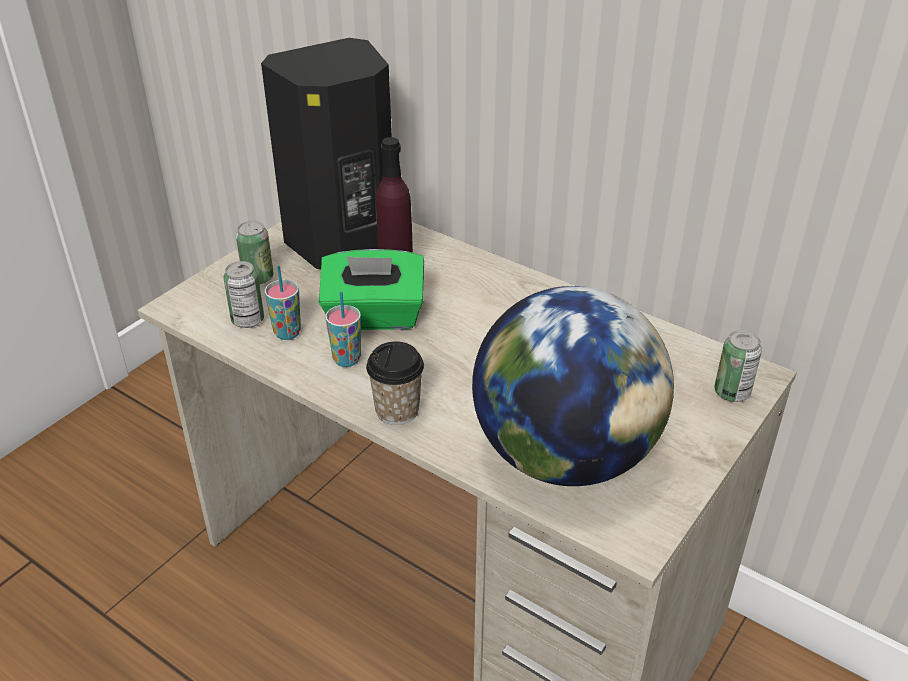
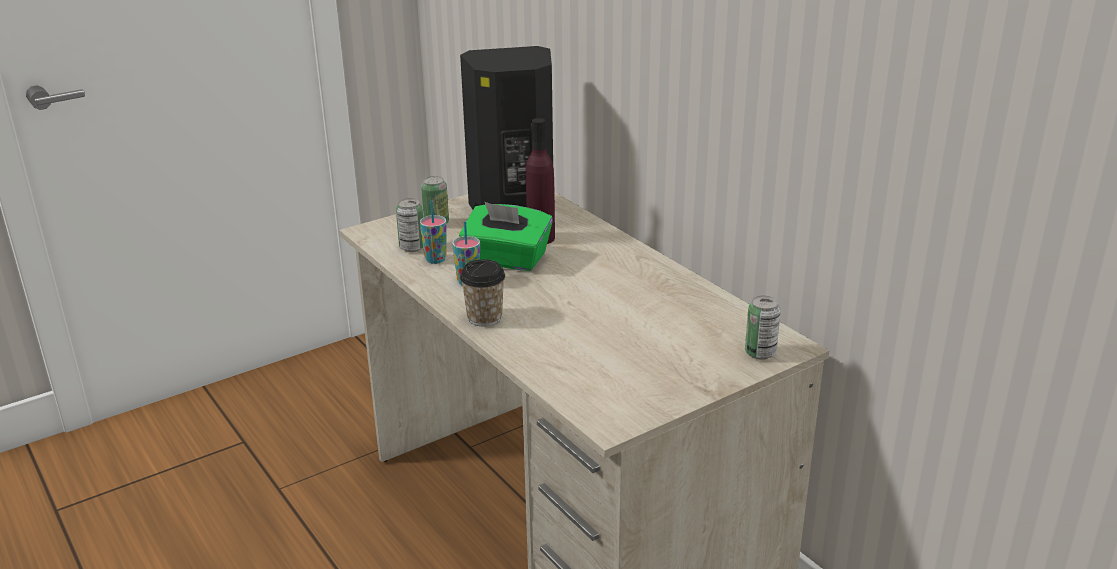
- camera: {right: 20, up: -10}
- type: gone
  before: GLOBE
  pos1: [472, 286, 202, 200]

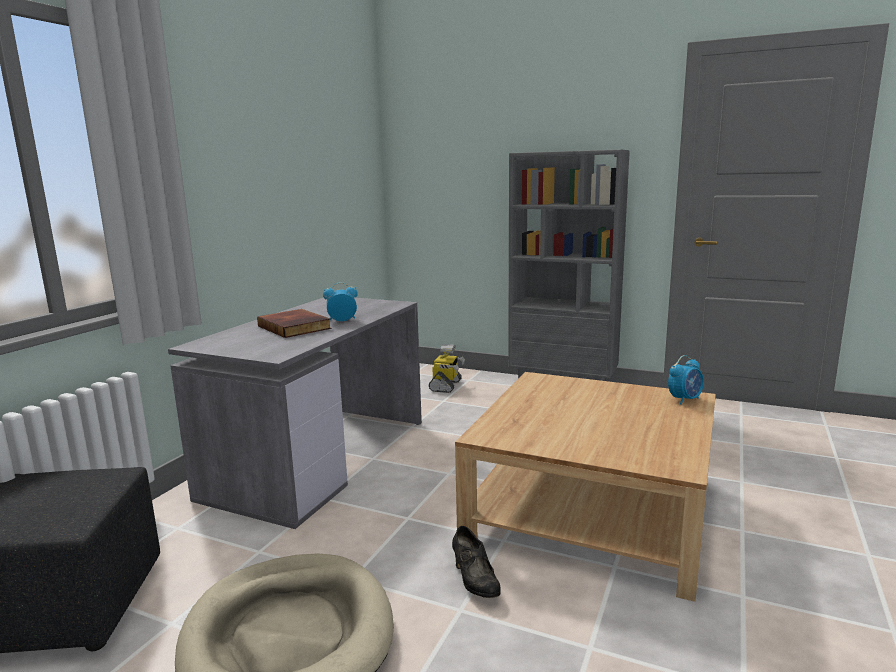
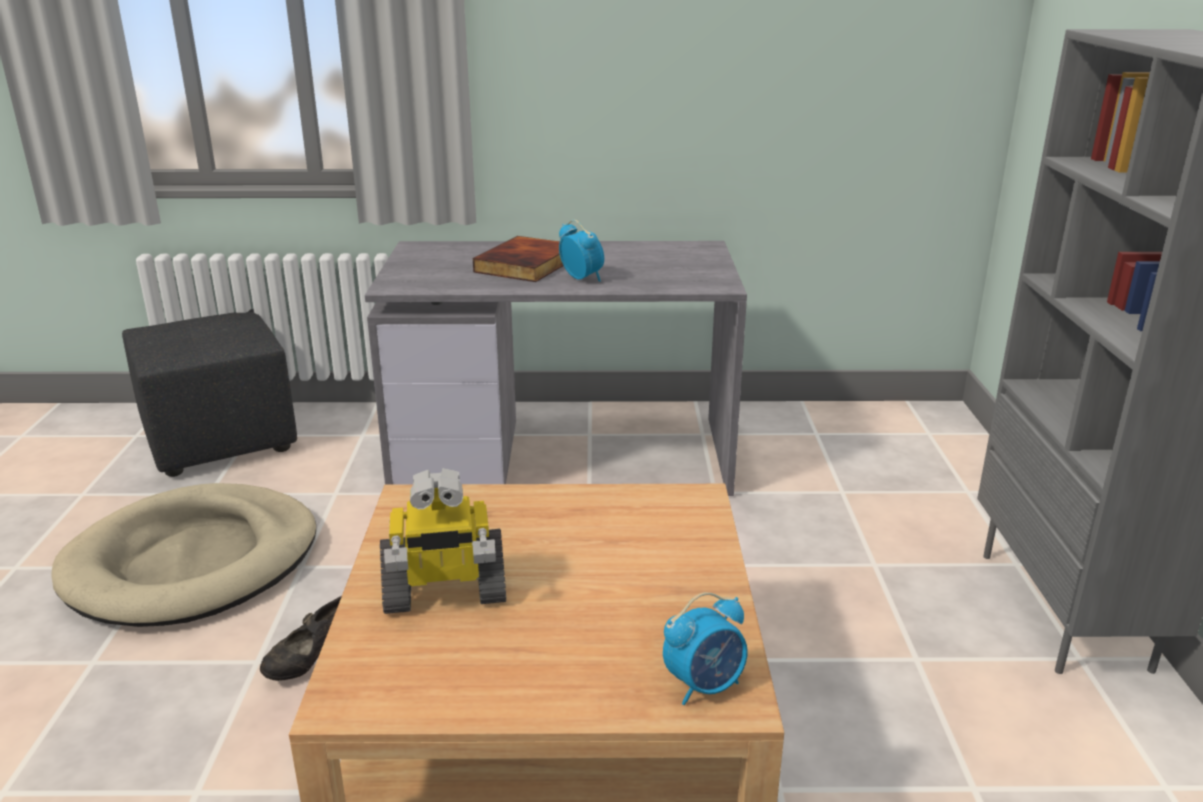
- camera: {right: 65, up: 10}
- type: shifted
  before: TOY ROBOT
  pos1: [429, 344, 36, 49]
  pos2: [380, 468, 126, 146]
- type: rotated
  before: ALARM CLOCK
  pos1: [668, 355, 36, 49]
  pos2: [663, 592, 85, 113]
  turn: -60

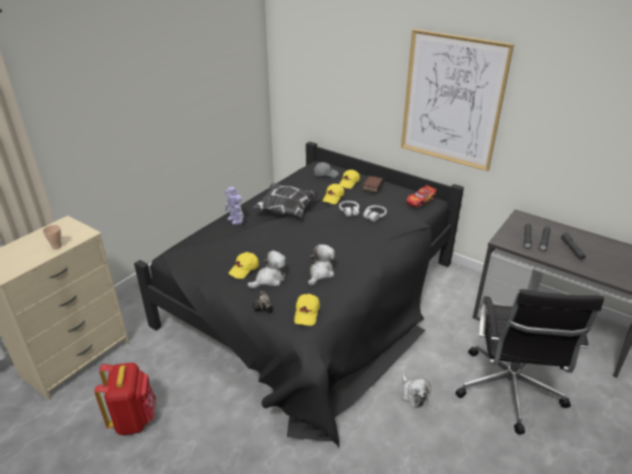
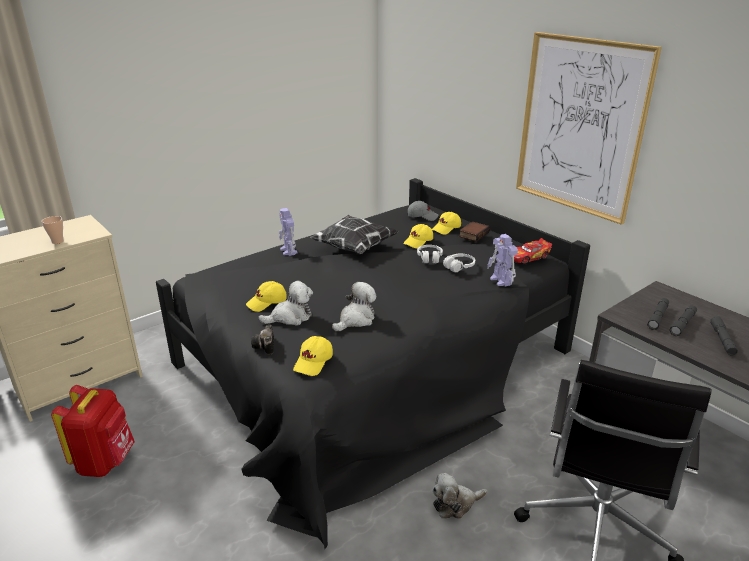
- camera: {right: 15, up: -5}
- type: rotated
  before: PLUSH TOY
  pos1: [402, 373, 29, 35]
  pos2: [432, 473, 55, 46]
  turn: 75
- type: new
  after: TOY ROBOT
  pos2: [487, 234, 31, 53]

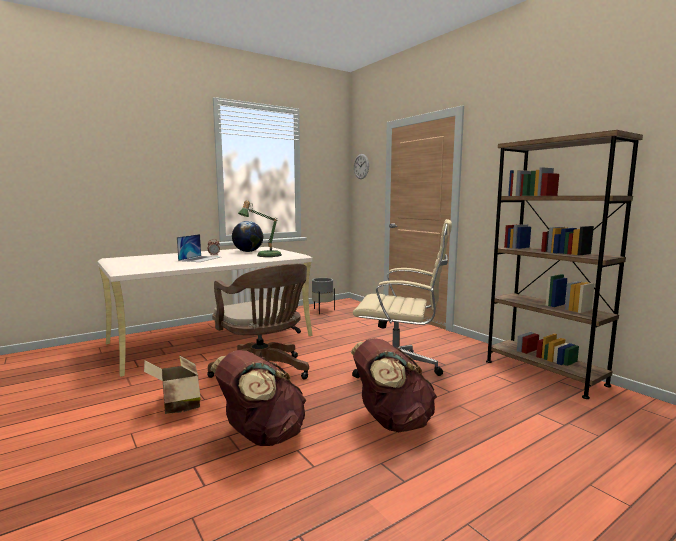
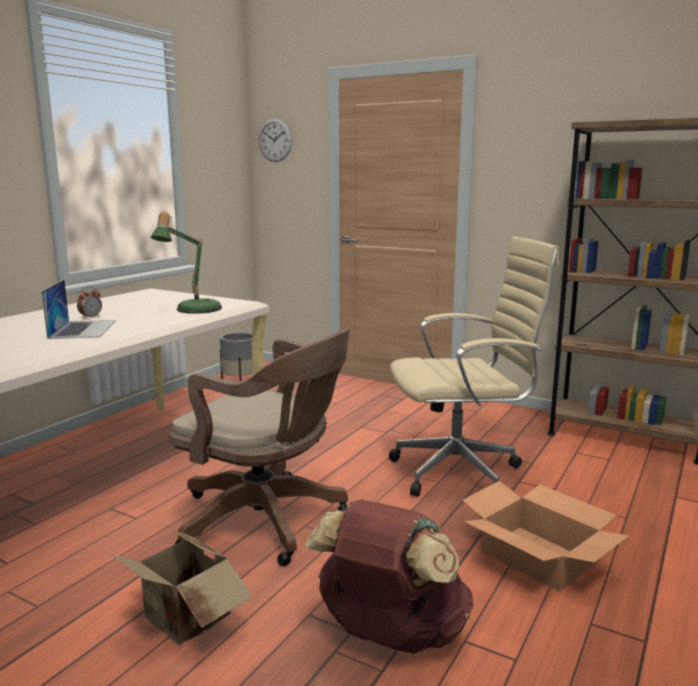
- camera: {right: -25, up: 5}
- type: swapped
  before: BROWN BACKPACK
  after: CARDBOARD BOX
  pos1: [351, 338, 86, 94]
  pos2: [462, 481, 167, 110]
- type: gone
  before: GLOBE
  pos1: [232, 221, 31, 31]

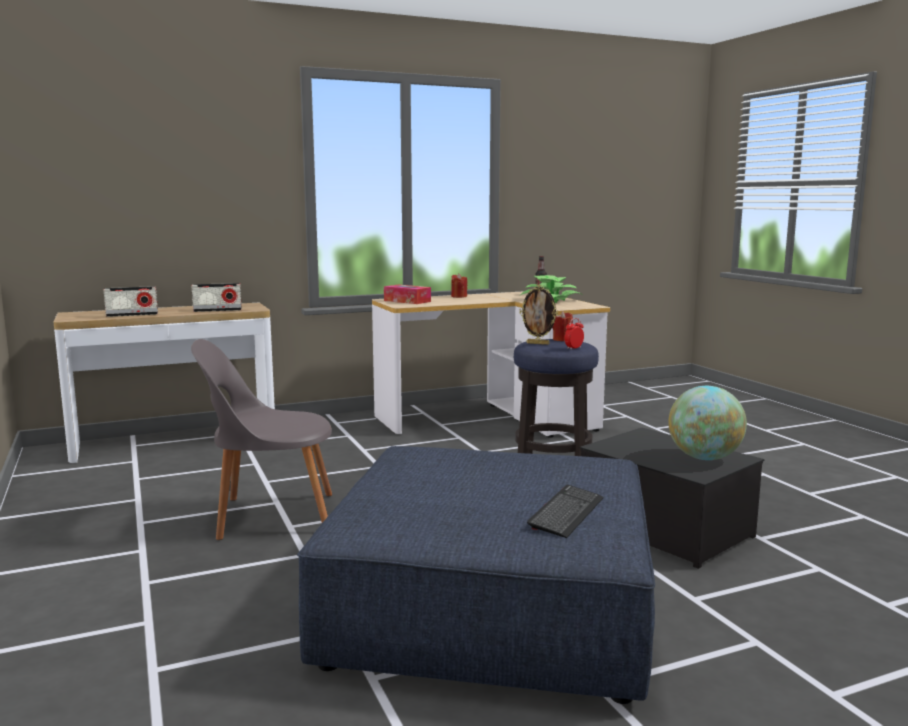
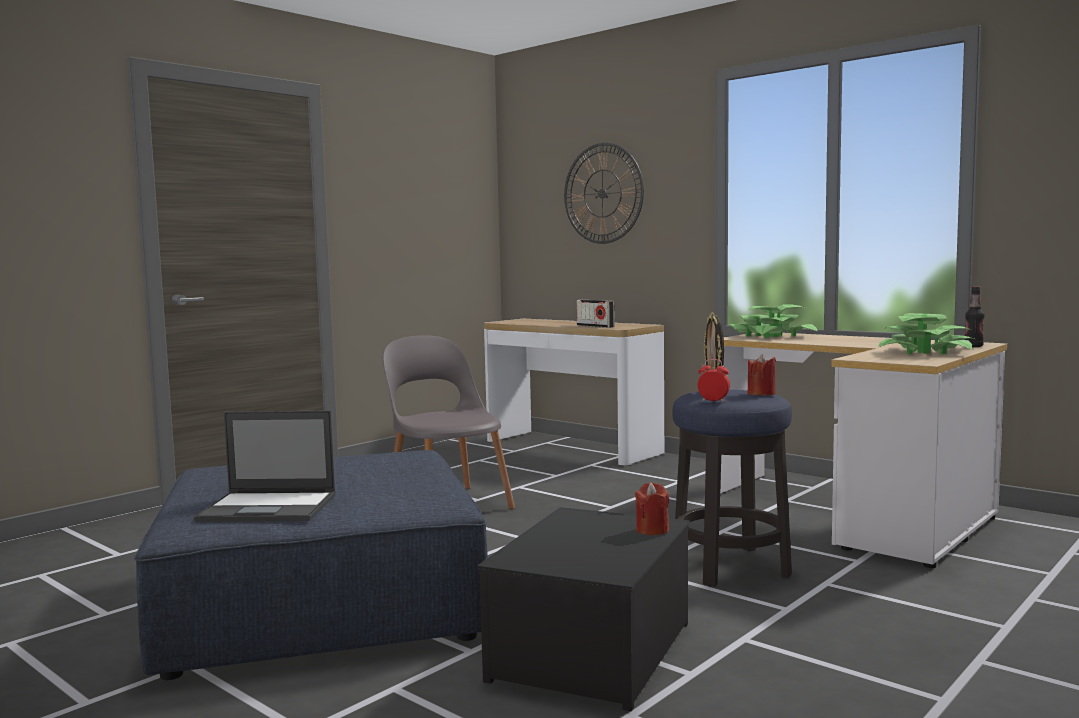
- camera: {right: 65, up: -5}
- type: swapped
  before: KEYBOARD
  after: LAPTOP
  pos1: [527, 485, 77, 53]
  pos2: [194, 410, 142, 112]
- type: new
  after: WALL CLOCK
  pos2: [564, 143, 80, 101]
- type: shifted
  before: RED CANDLE
  pos1: [451, 273, 17, 25]
  pos2: [635, 482, 34, 53]
- type: swapped
  before: TISSUE BOX
  after: POTTED PLANT
  pos1: [384, 285, 47, 19]
  pos2: [730, 304, 87, 34]
- type: gone
  before: RADIO
  pos1: [103, 286, 55, 31]
- type: gone
  before: GLOBE
  pos1: [668, 386, 79, 74]

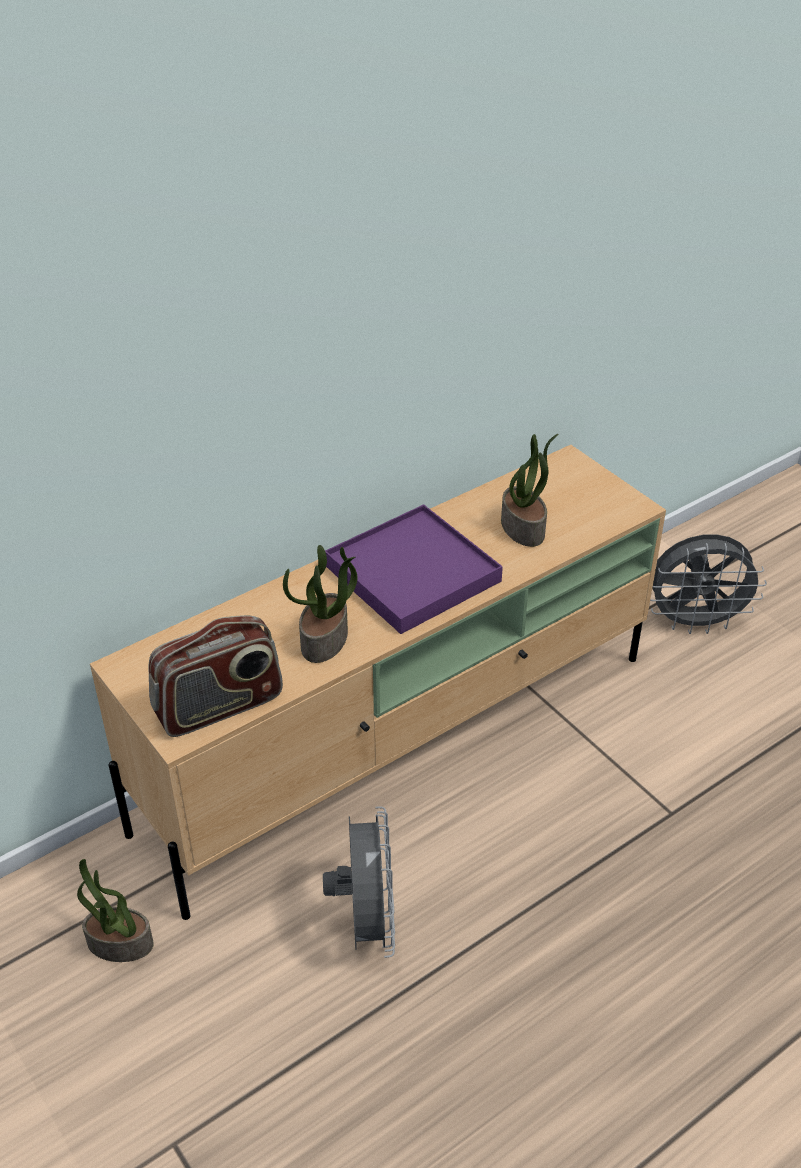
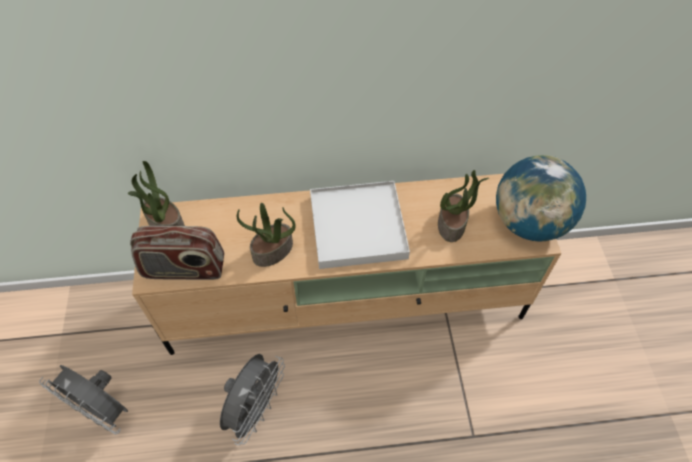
- camera: {right: 30, up: 15}
- type: shifted
  before: GREY FAN
  pos1: [650, 534, 117, 100]
  pos2: [39, 365, 89, 69]
- type: shifted
  before: POTTED PLANT
  pos1: [77, 859, 77, 103]
  pos2: [128, 161, 57, 65]
- type: repainted
  before: PURPLE TRAY
  after: WHITE TRAY
  pos1: [325, 504, 178, 130]
  pos2: [310, 181, 100, 88]
- type: new
  after: GLOBE
  pos2: [496, 155, 90, 87]

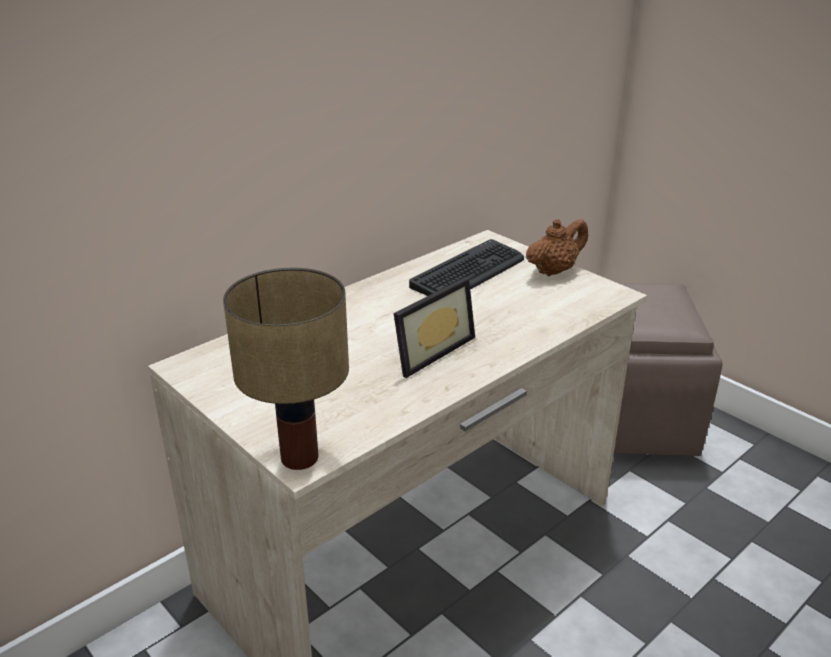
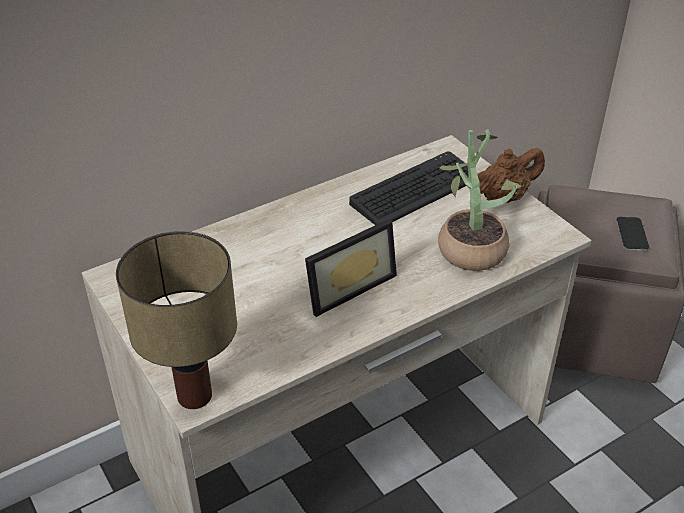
- camera: {right: 10, up: 10}
- type: new
  after: POTTED PLANT
  pos2: [438, 129, 84, 142]
- type: new
  after: PHONE
  pos2: [616, 217, 33, 34]

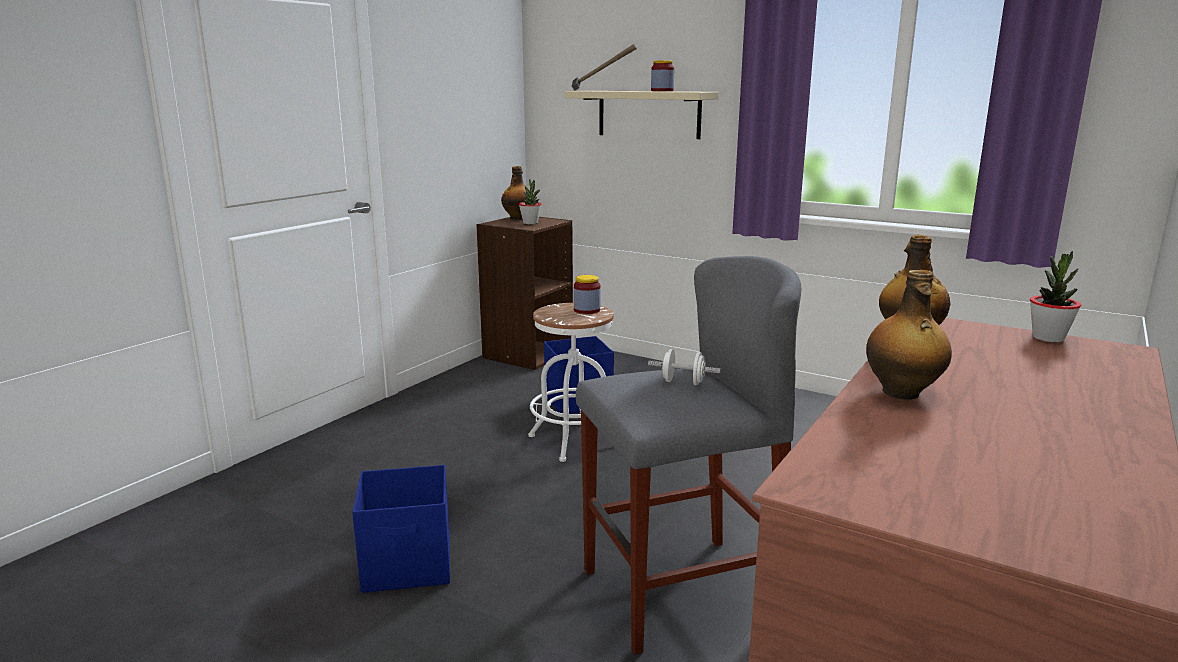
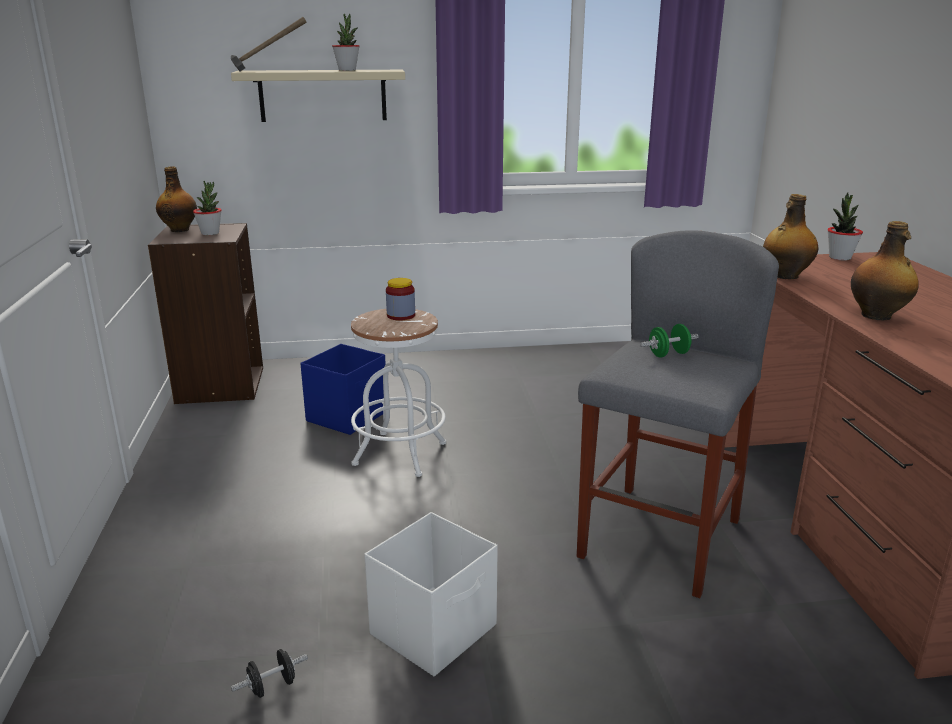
- camera: {right: -40, up: 5}
- type: new
  after: BLACK DUMBBELL
  pos2: [231, 649, 77, 49]
- type: swapped
  before: JAR
  after: POTTED PLANT
  pos1: [651, 60, 23, 31]
  pos2: [332, 14, 27, 57]
- type: repainted
  before: BLUE STORAGE BOX
  after: WHITE STORAGE BOX
  pos1: [352, 465, 98, 128]
  pos2: [365, 512, 133, 164]
- type: repainted
  before: WHITE DUMBBELL
  after: GREEN DUMBBELL
  pos1: [648, 349, 73, 36]
  pos2: [640, 324, 59, 34]

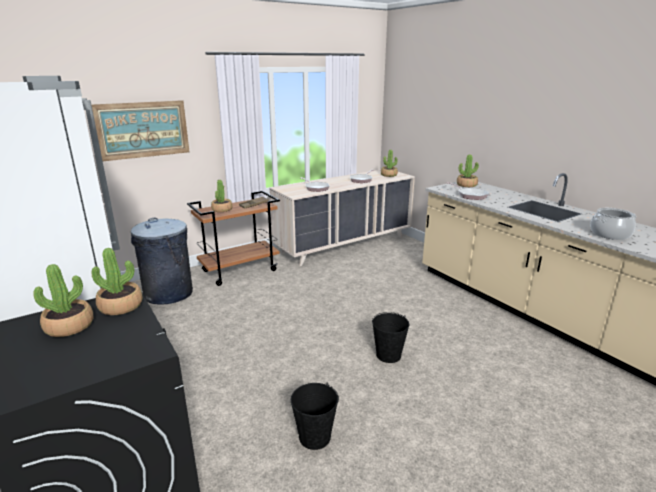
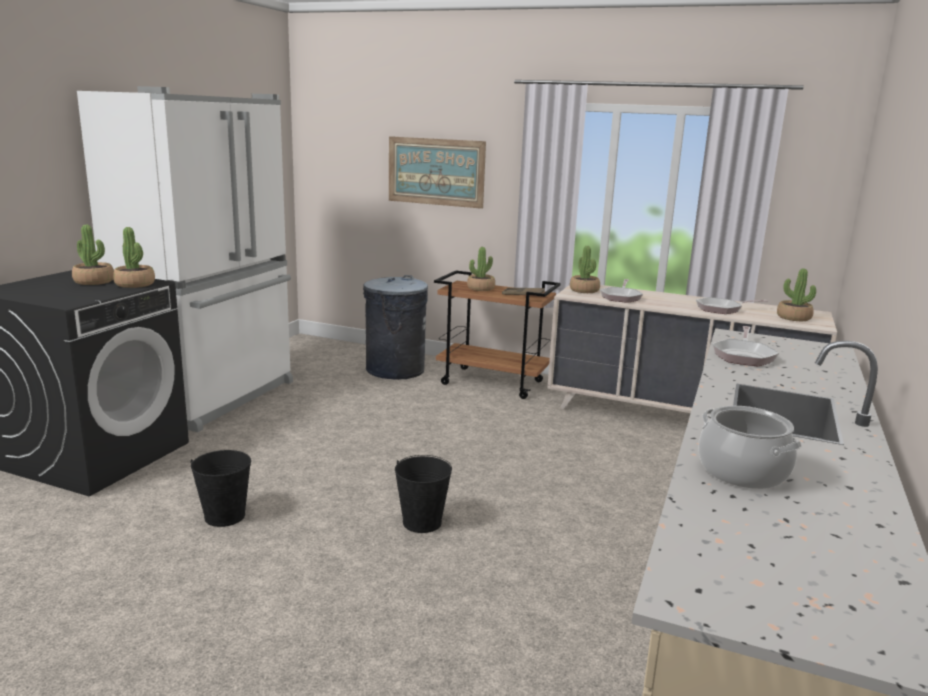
- camera: {right: 55, up: -5}
- type: shifted
  before: POTTED PLANT
  pos1: [457, 154, 22, 33]
  pos2: [570, 246, 30, 47]

